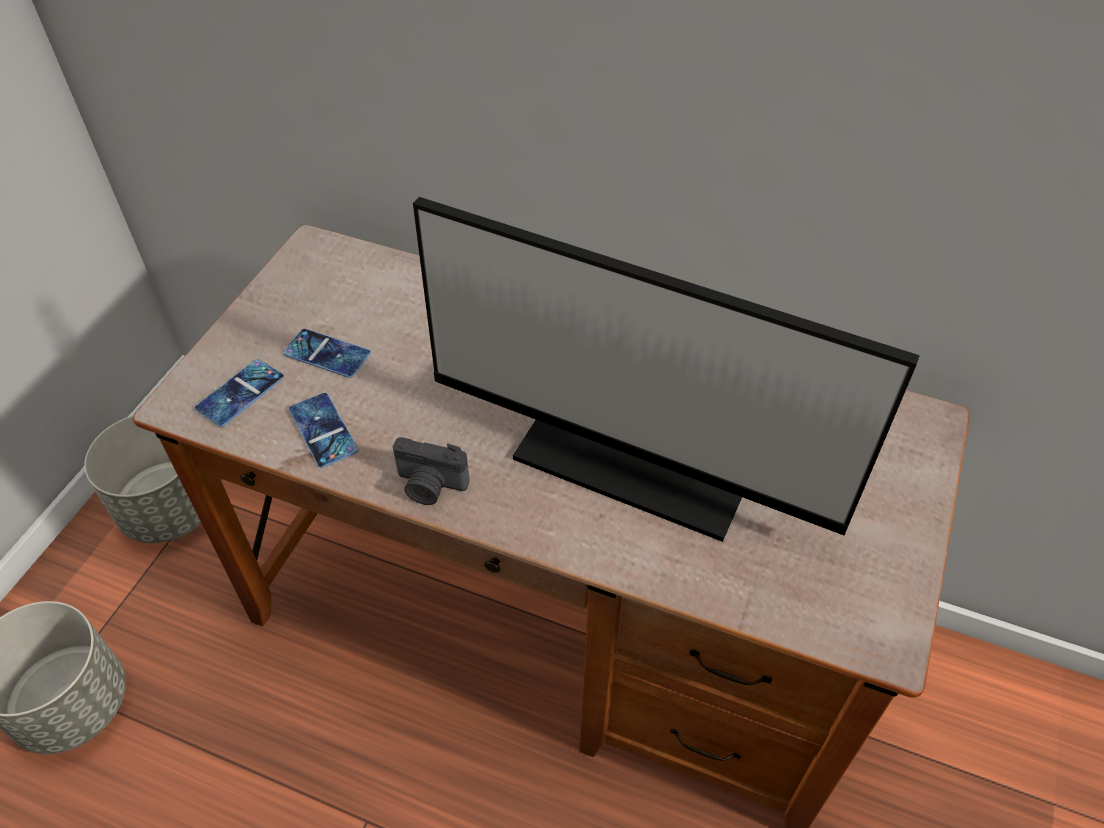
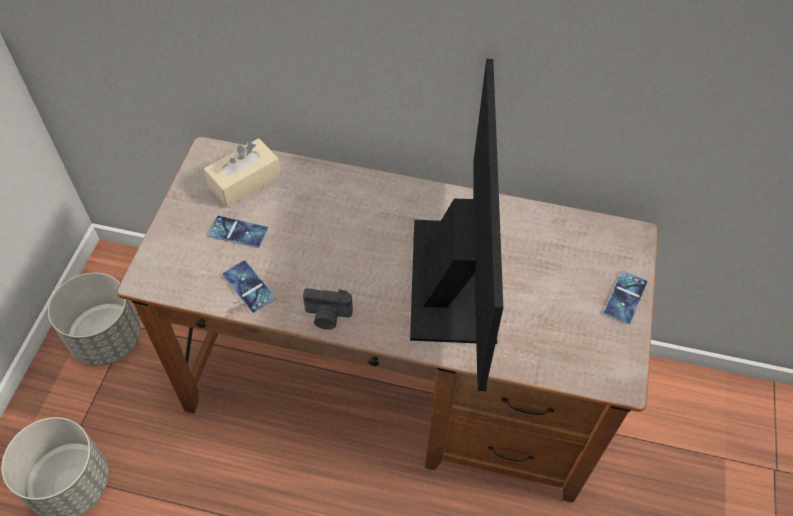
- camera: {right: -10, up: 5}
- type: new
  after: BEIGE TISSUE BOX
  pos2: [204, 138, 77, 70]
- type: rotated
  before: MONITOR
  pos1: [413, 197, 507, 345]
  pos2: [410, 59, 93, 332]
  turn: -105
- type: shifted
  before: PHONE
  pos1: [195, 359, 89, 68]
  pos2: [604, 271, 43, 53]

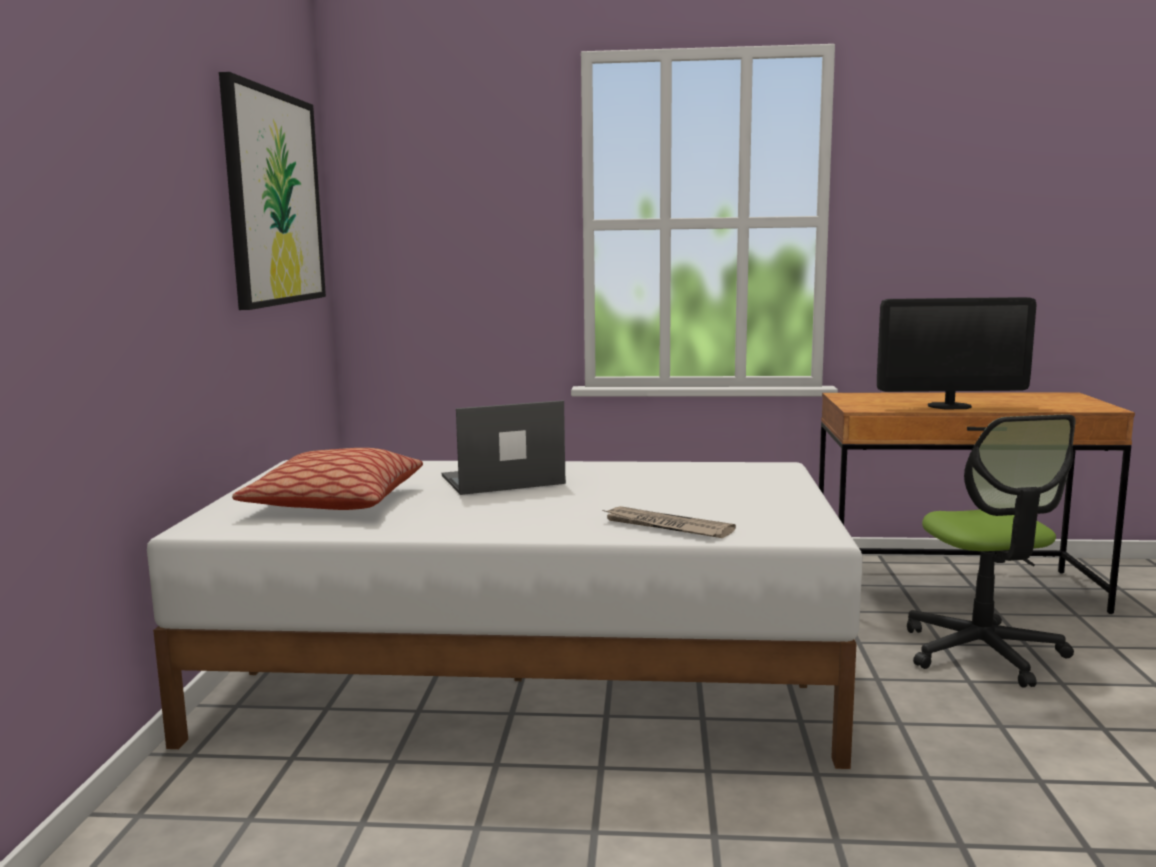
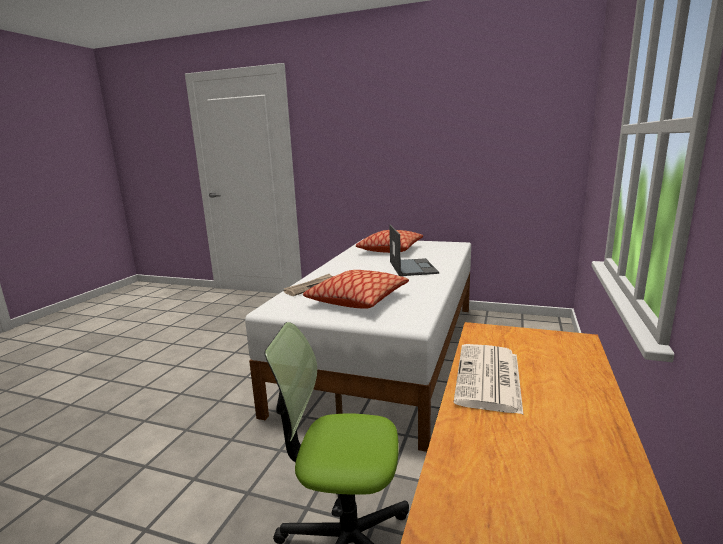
- camera: {right: 105, up: 5}
- type: new
  after: PILLOW
  pos2: [303, 270, 106, 39]
- type: swapped
  before: MONITOR
  after: NEWSPAPER
  pos1: [877, 297, 160, 112]
  pos2: [454, 344, 69, 70]
- type: gone
  before: PICTURE
  pos1: [219, 72, 107, 238]

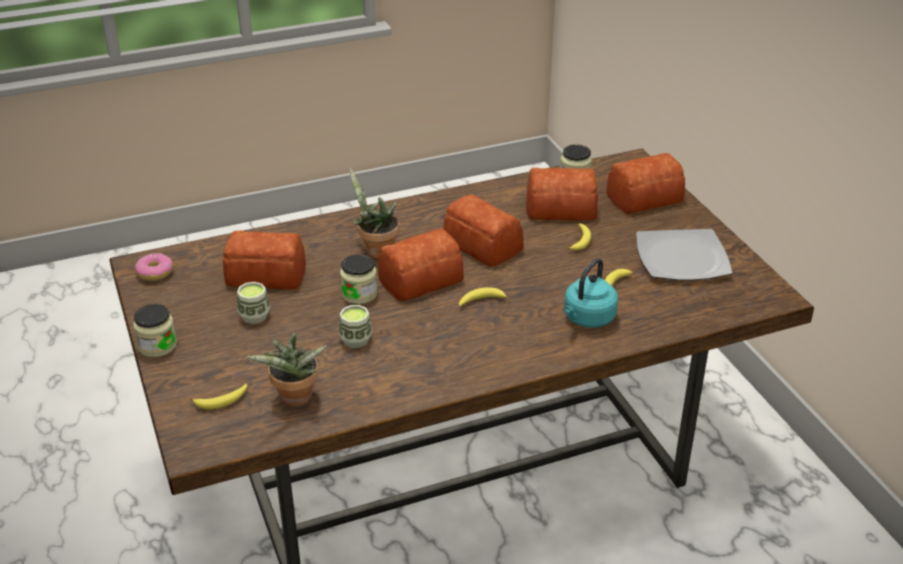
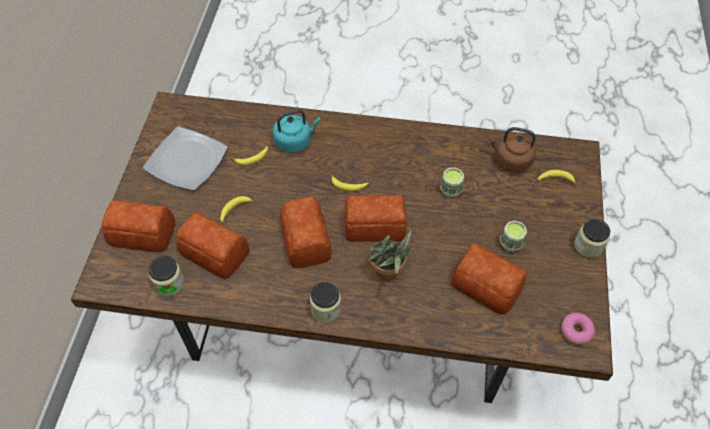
- camera: {right: -150, up: 20}
- type: shifted
  before: JAR
  pos1: [340, 255, 37, 49]
  pos2: [310, 282, 31, 40]
- type: swapped
  before: POTTED PLANT
  after: BROWN KETTLE
  pos1: [247, 333, 80, 74]
  pos2: [488, 127, 48, 46]

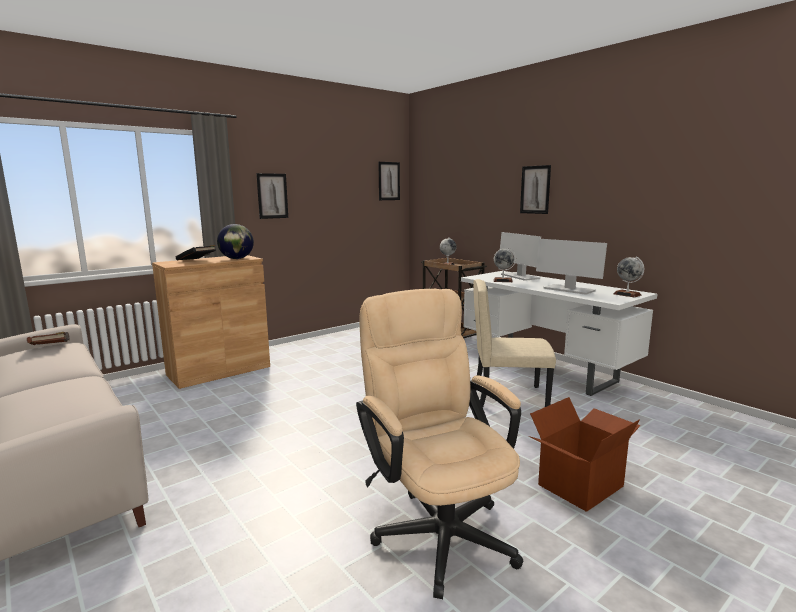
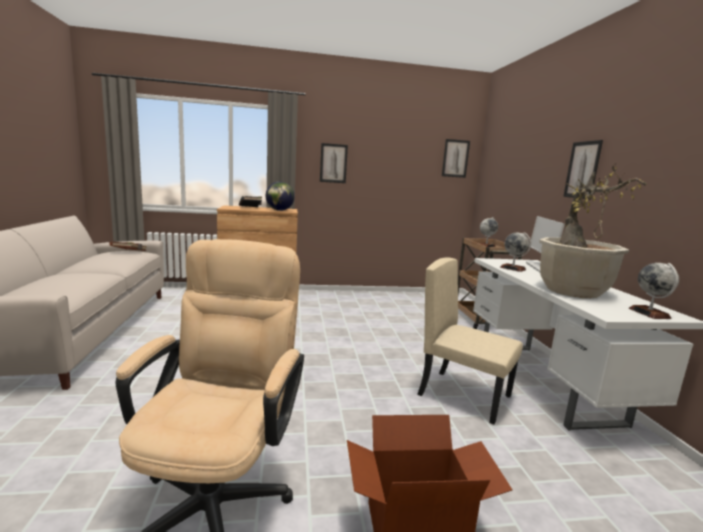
- camera: {right: 30, up: 0}
- type: swapped
  before: MONITOR
  after: POTTED PLANT
  pos1: [536, 239, 71, 56]
  pos2: [539, 163, 108, 136]

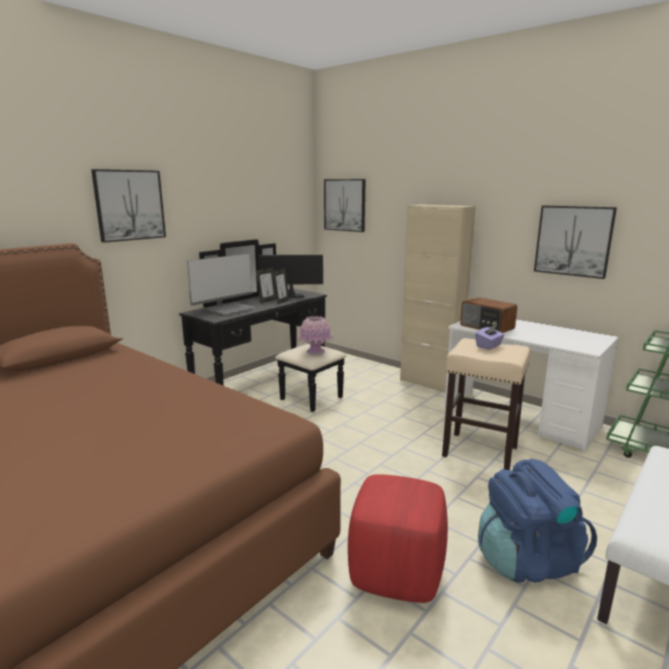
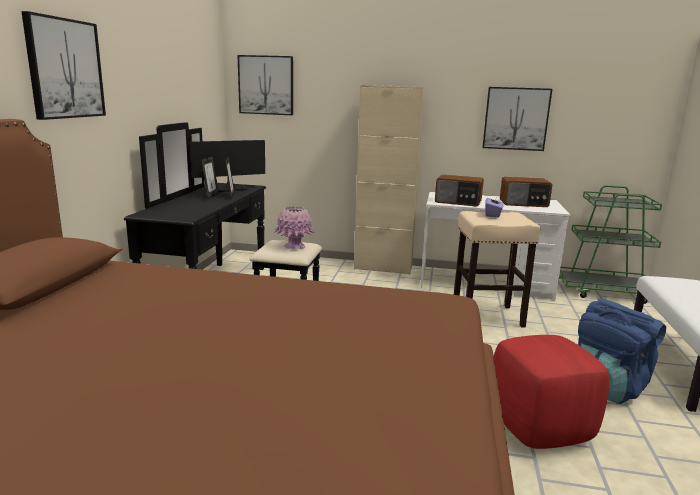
- camera: {right: -30, up: 0}
- type: new
  after: RADIO
  pos2: [500, 177, 52, 30]
- type: gone
  before: MONITOR
  pos1: [187, 253, 68, 62]

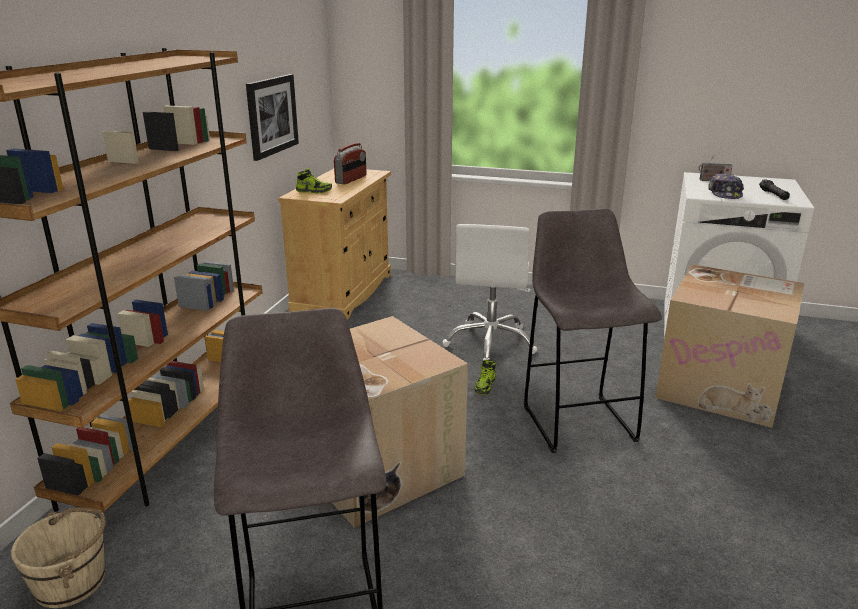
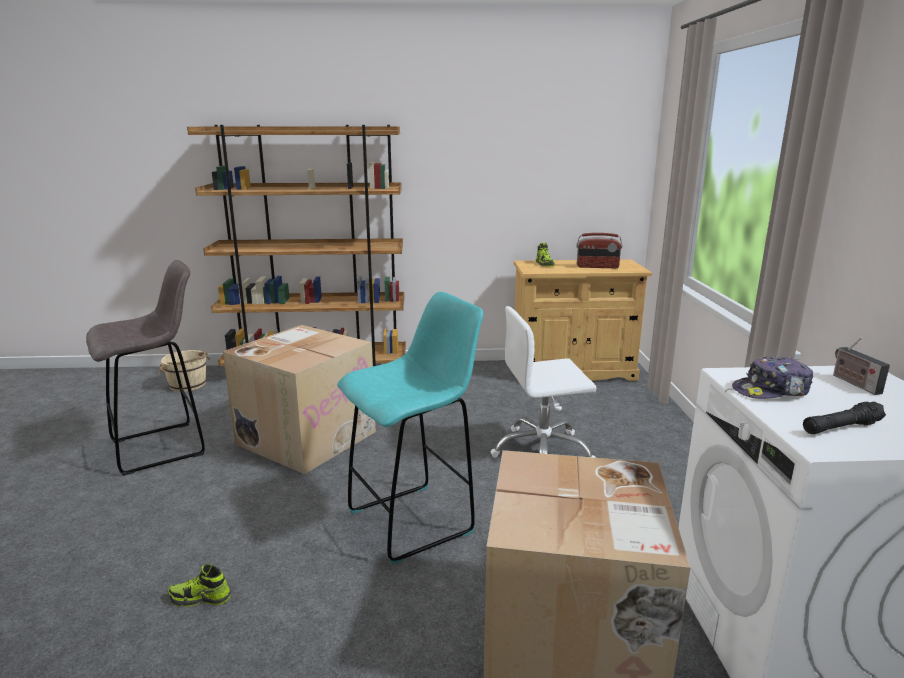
- camera: {right: 70, up: -5}
- type: shifted
  before: SHOE
  pos1: [474, 359, 21, 36]
  pos2: [168, 564, 63, 43]
- type: repainted
  before: GREY STOOL
  after: TURQUOISE STOOL
  pos1: [524, 208, 138, 245]
  pos2: [337, 292, 146, 273]
- type: gone
  before: PICTURE
  pos1: [246, 74, 53, 87]

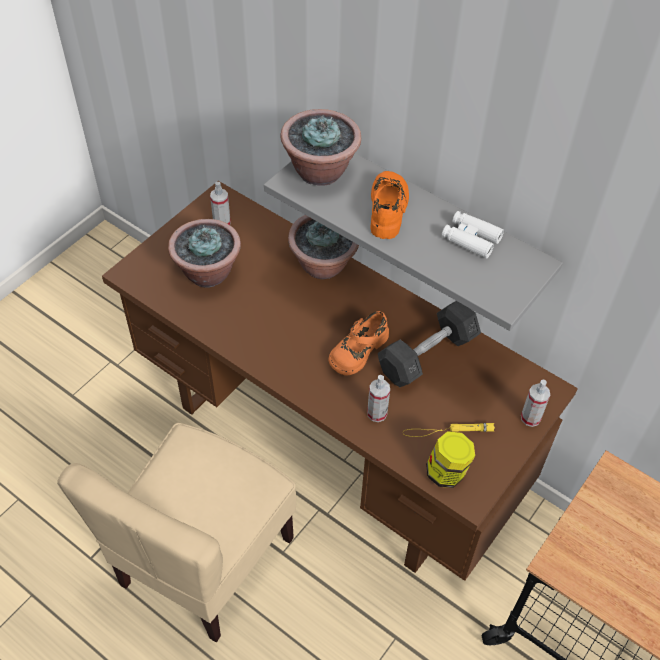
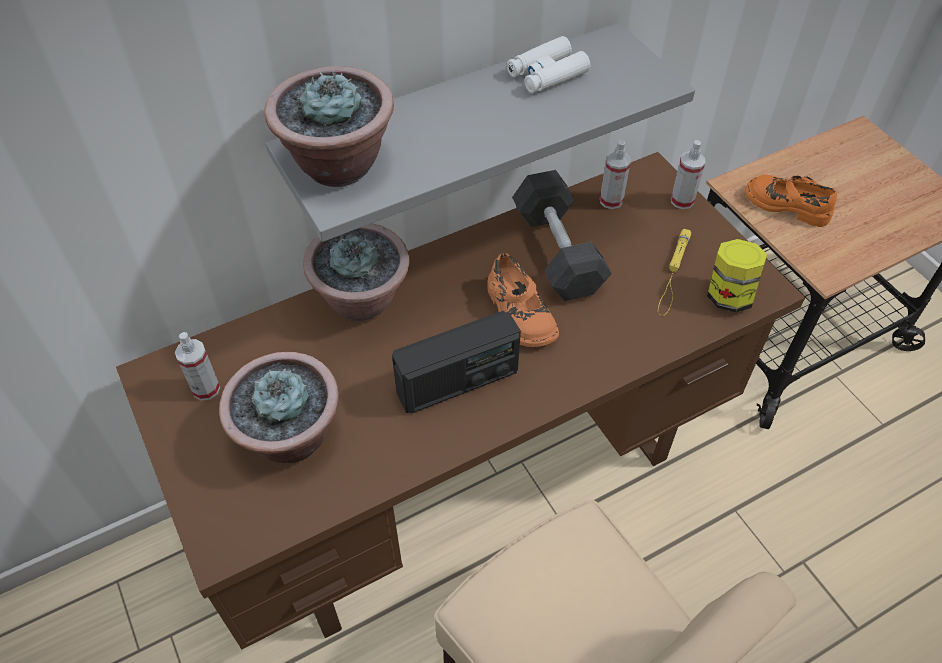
- camera: {right: -65, up: 0}
- type: new
  after: RADIO
  pos2: [392, 311, 129, 103]
- type: shifted
  before: SPRAY BOTTLE
  pos1: [367, 375, 23, 47]
  pos2: [600, 140, 31, 69]
- type: shifted
  before: ORANGE SHOE
  pos1: [370, 171, 39, 68]
  pos2: [745, 174, 92, 53]

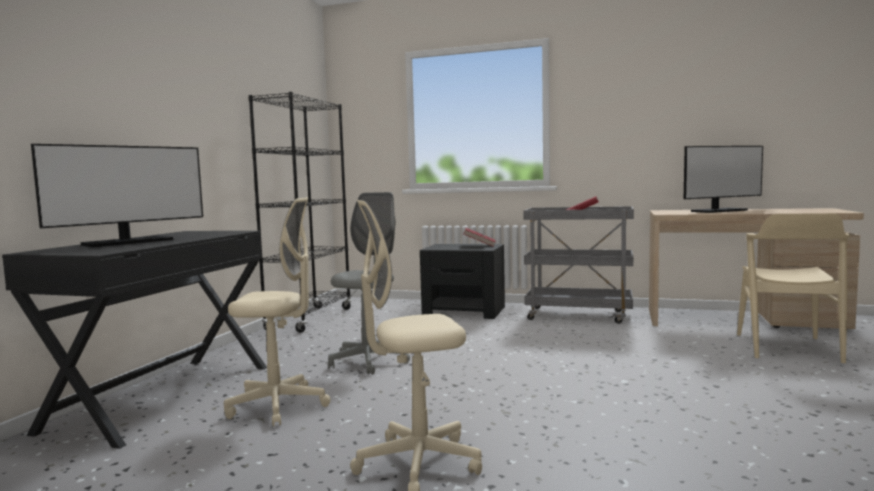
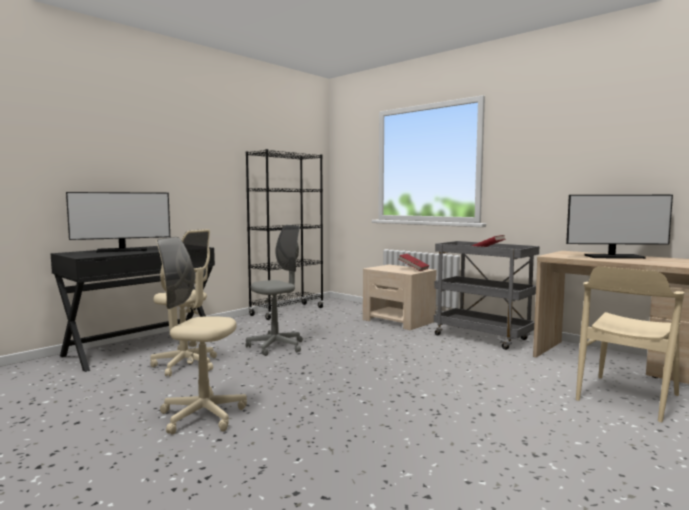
- camera: {right: 25, up: 0}
- type: repainted
  before: BLACK NIGHTSTAND
  after: BEIGE NIGHTSTAND
  pos1: [420, 244, 85, 75]
  pos2: [363, 265, 73, 65]

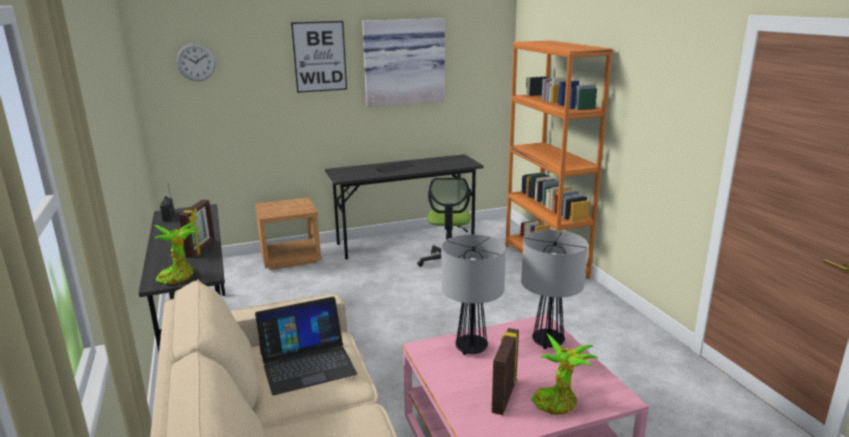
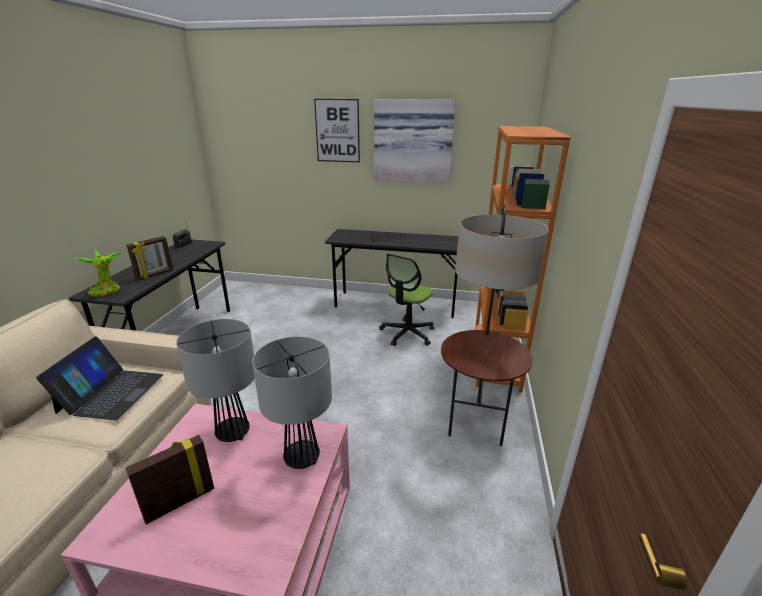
- camera: {right: 30, up: 5}
- type: rotated
  before: LAPTOP
  pos1: [255, 297, 102, 98]
  pos2: [36, 336, 127, 84]
  turn: -90
- type: new
  after: FLOOR LAMP
  pos2: [441, 204, 107, 242]
- type: gone
  before: WALL CLOCK
  pos1: [176, 43, 39, 38]
- type: gone
  before: BROWN NIGHTSTAND
  pos1: [255, 197, 67, 73]
- type: gone
  before: POTTED PLANT
  pos1: [531, 334, 67, 81]

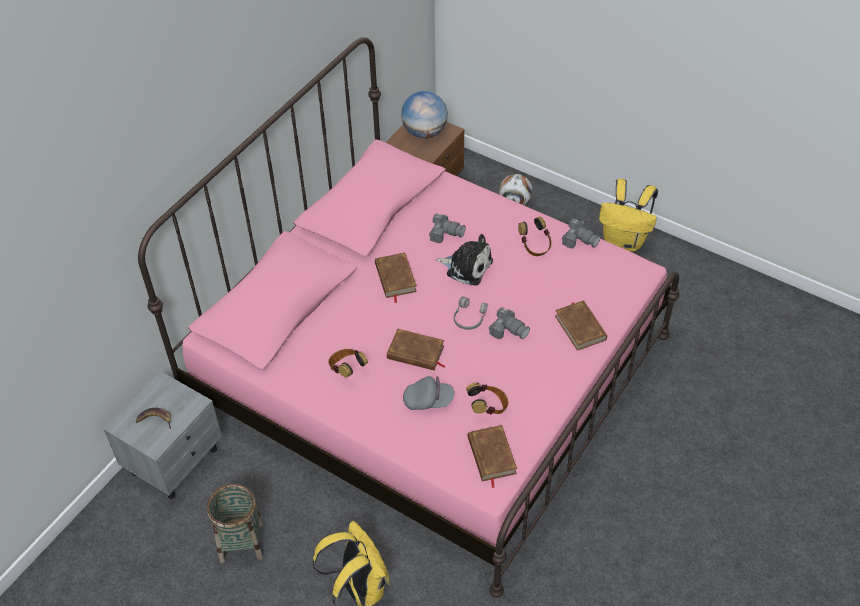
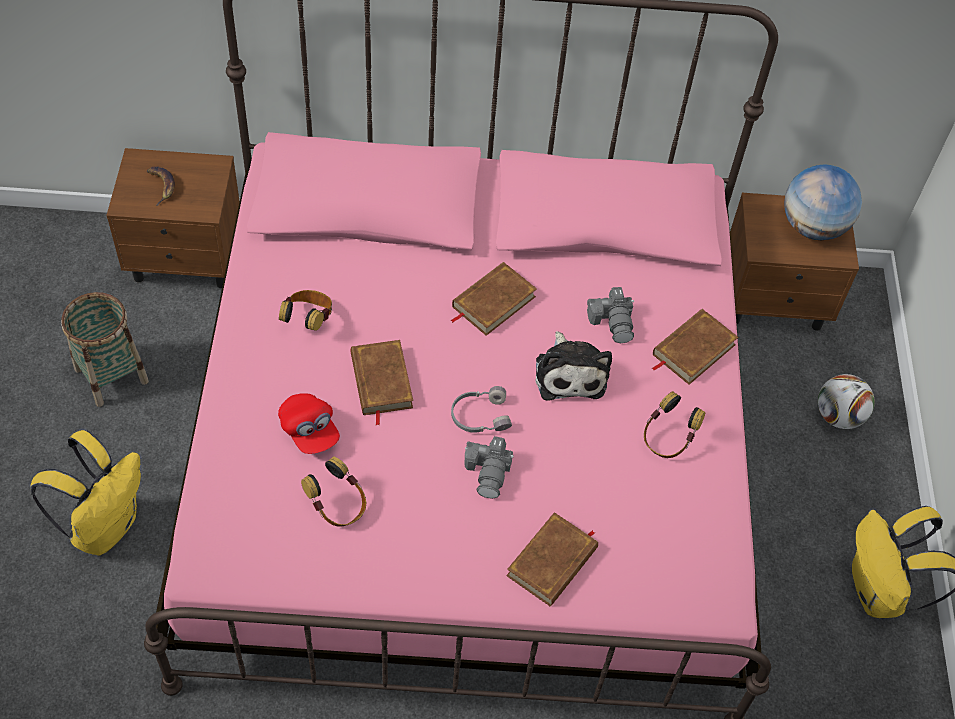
- camera: {right: 55, up: 5}
- type: repainted
  before: GREY NIGHTSTAND
  after: BROWN NIGHTSTAND
  pos1: [103, 371, 119, 128]
  pos2: [106, 148, 134, 140]
- type: repainted
  before: GREY CAP
  after: RED CAP
  pos1: [403, 376, 51, 34]
  pos2: [278, 393, 62, 61]
- type: shifted
  before: BROWN BOOK
  pos1: [467, 425, 50, 63]
  pos2: [651, 309, 87, 76]
- type: gone
  before: PHOTO CAMERA
  pos1: [562, 219, 38, 29]

